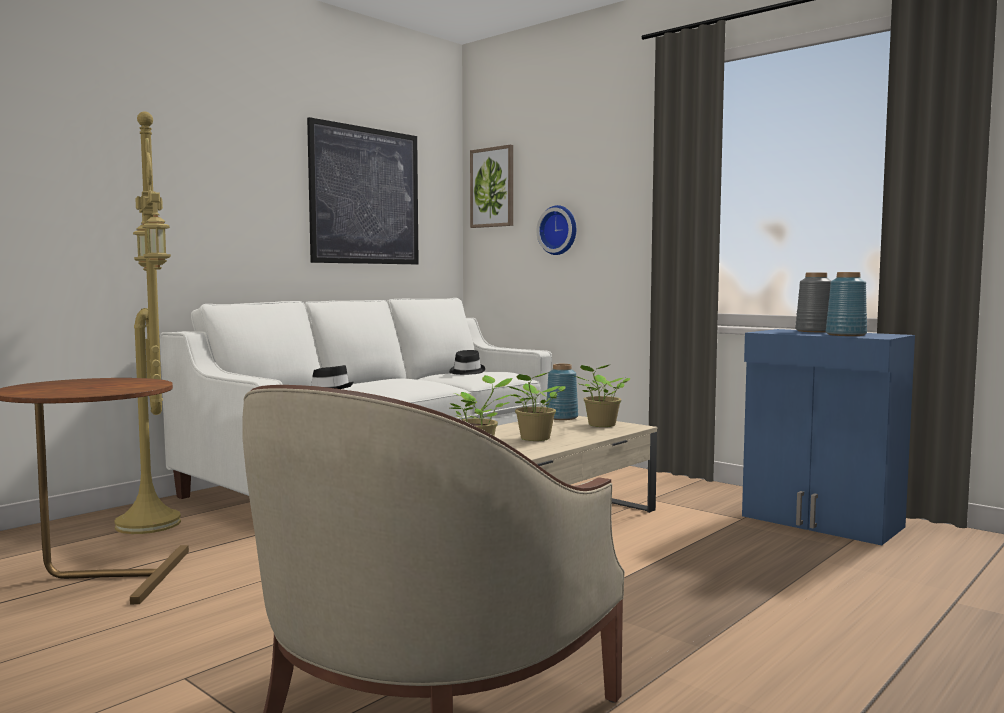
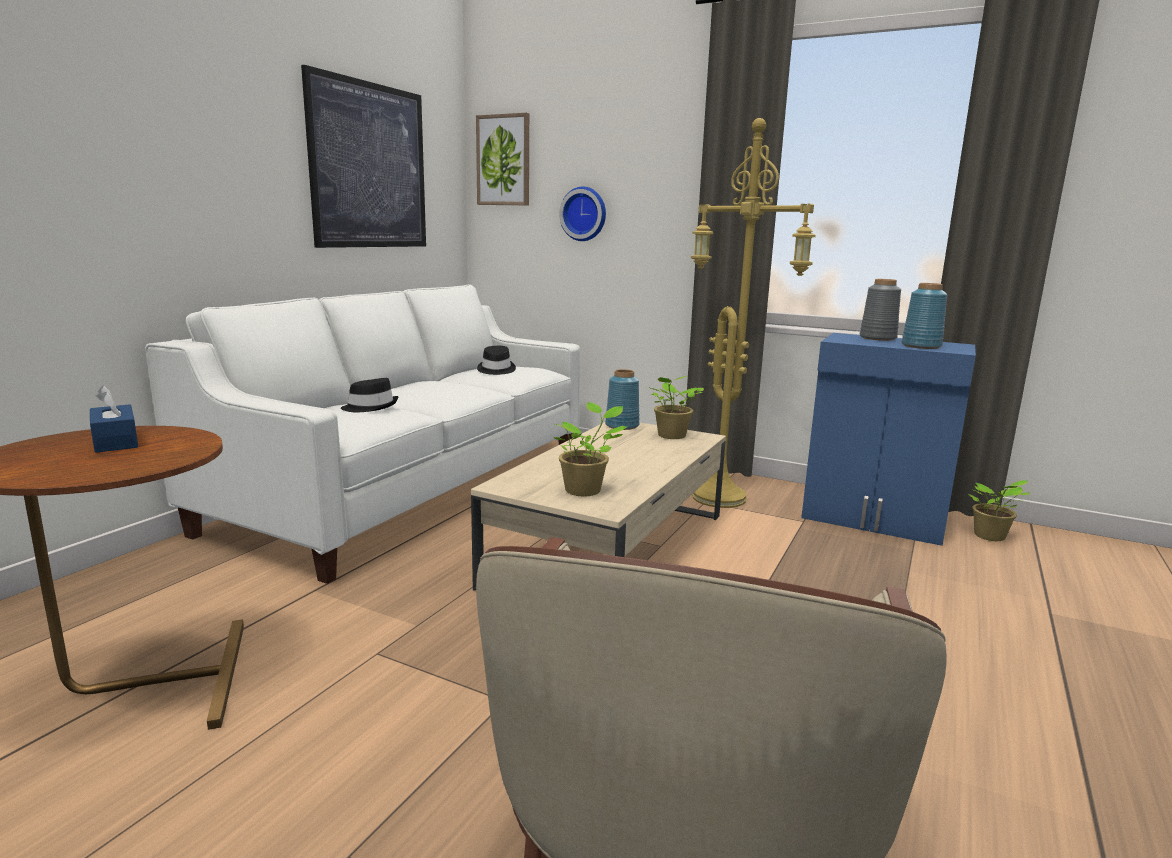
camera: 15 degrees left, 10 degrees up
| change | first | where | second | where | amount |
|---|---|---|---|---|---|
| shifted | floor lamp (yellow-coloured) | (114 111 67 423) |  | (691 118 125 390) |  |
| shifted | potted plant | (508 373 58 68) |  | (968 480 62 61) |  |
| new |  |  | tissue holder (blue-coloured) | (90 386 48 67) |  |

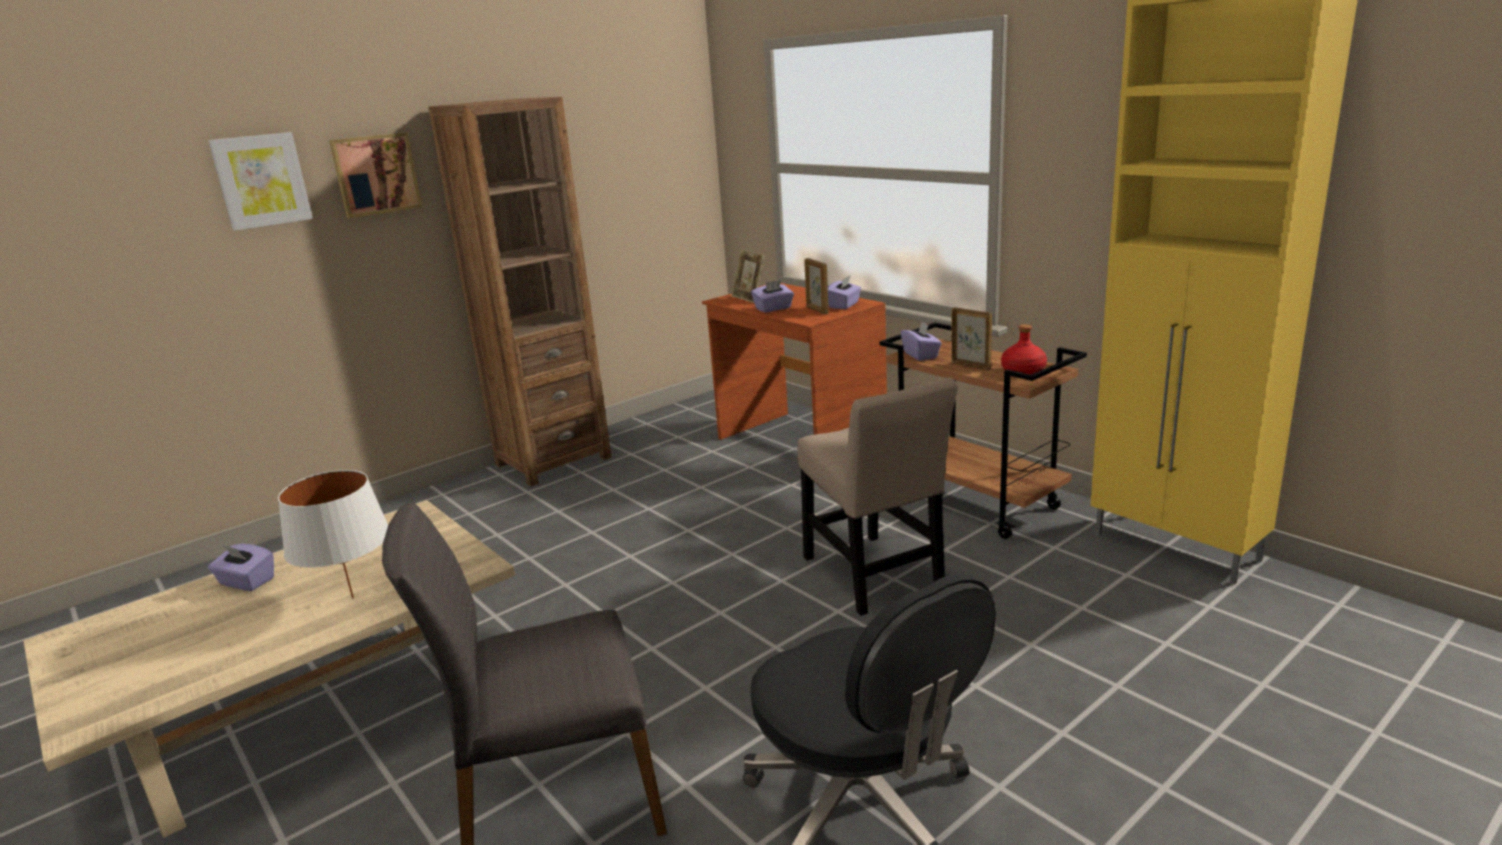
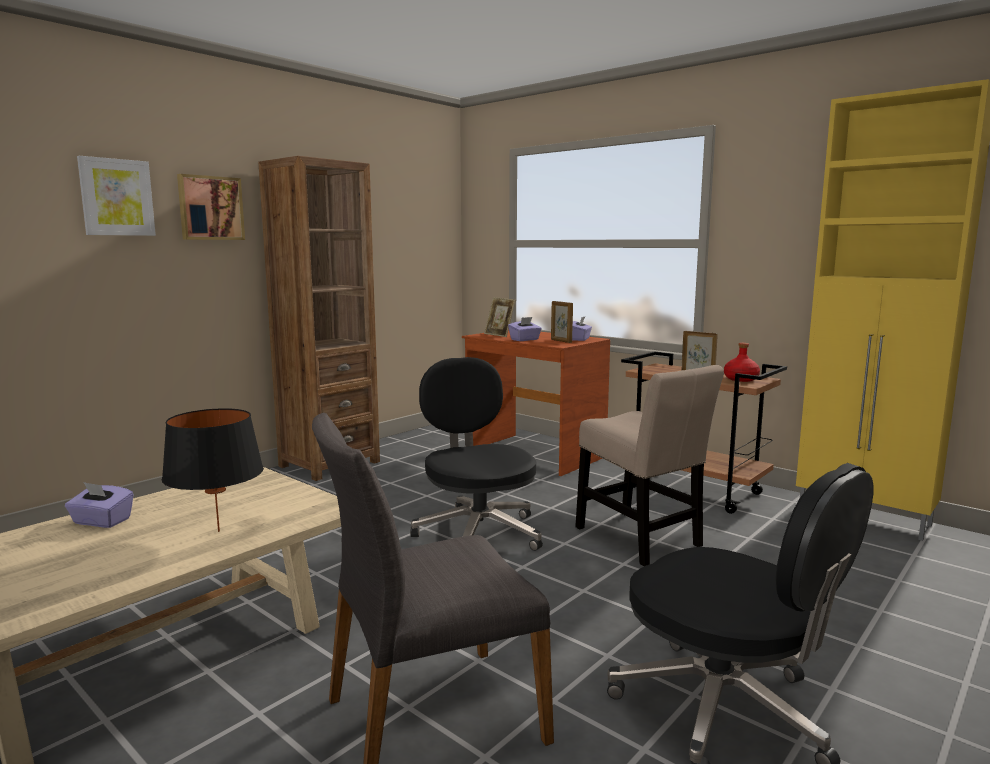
camera: 10 degrees left, 10 degrees down
| change | first | where | second | where | amount |
|---|---|---|---|---|---|
| repainted | table lamp (white) | (278 470 110 129) | table lamp (black-coloured) | (162 408 102 124) |  |
| gone | tissue holder (purple) | (901 322 41 39) |  |  |  |
| new |  |  | desk chair (black-coloured) | (410 357 133 194) |  |

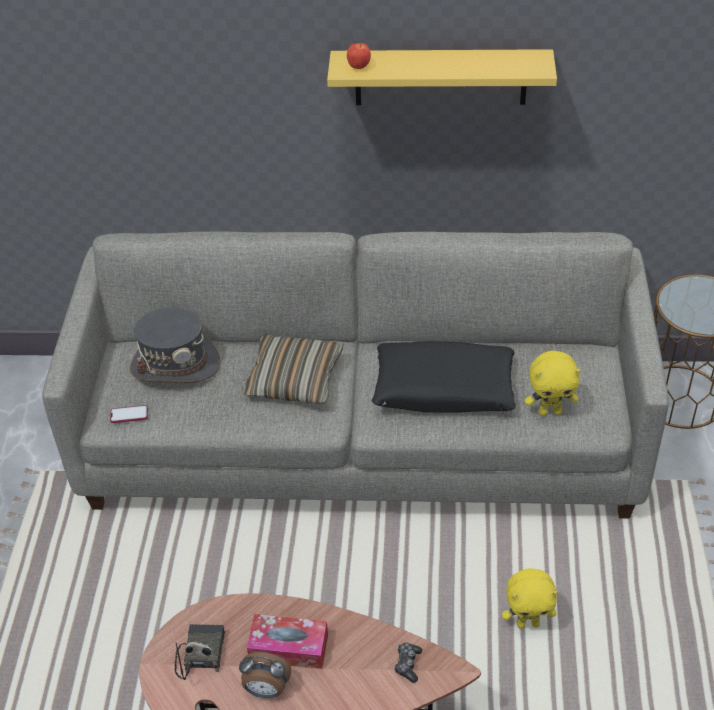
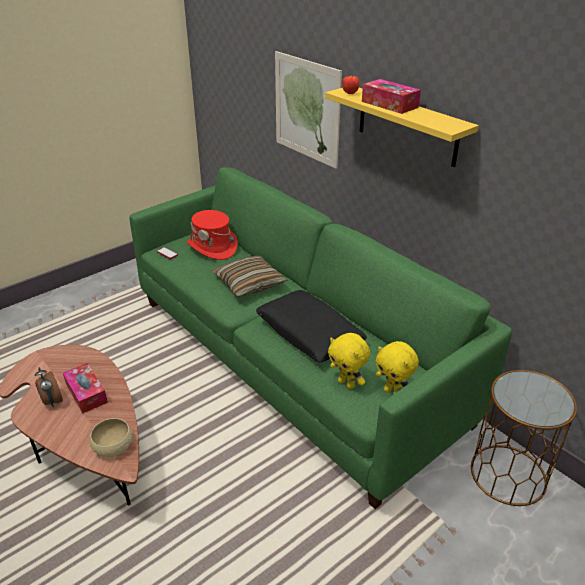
camera: 45 degrees right, 10 degrees down
| change | first | where | second | where | amount |
|---|---|---|---|---|---|
| repainted | settee (grey) | (42 232 626 287) | settee (greenish) | (130 167 382 342) |  |
| repainted | wearable hat (grey) | (130 308 90 75) | wearable hat (red-coloured) | (187 210 51 50) |  |
| gone | radio | (174 624 51 56) |  |  |  |
| swapped | gamepad | (394 643 28 40) | serving bowl (beige) | (90 418 43 39) |  |
| shifted | cuddly toy (yellow-coloured) | (502 568 56 61) |  | (376 341 43 53) |  |
| new |  |  | wall art | (275 51 67 118) |  |
| new |  |  | tissue holder | (362 79 59 35) |  |

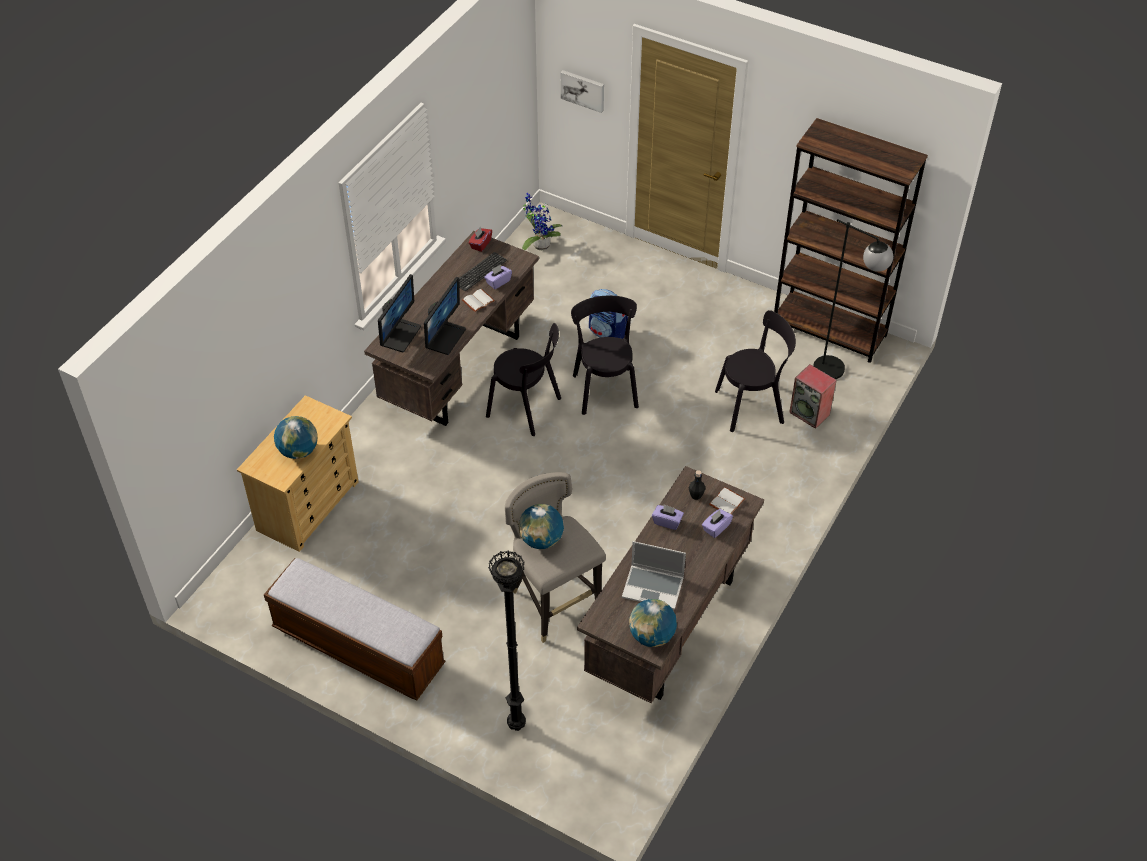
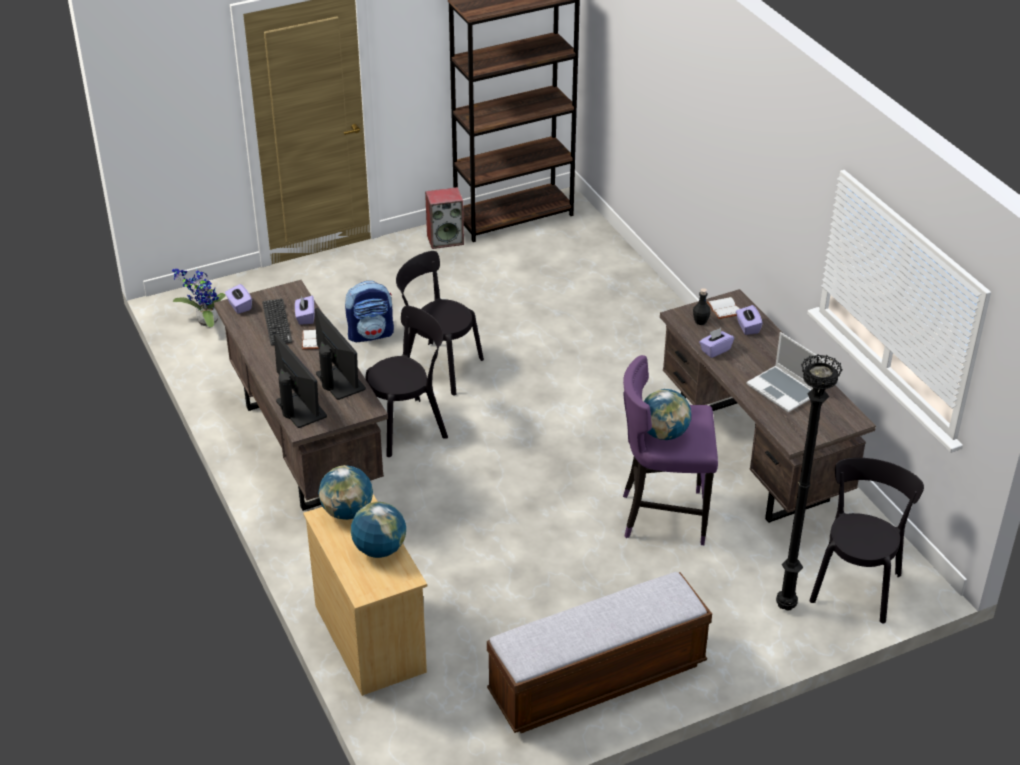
camera: 55 degrees left, 10 degrees down
| change | first | where | second | where | amount |
|---|---|---|---|---|---|
| repainted | tissue holder (red-coloured) | (468 227 24 25) | tissue holder (purple) | (225 284 27 30) |  |
| repainted | stool seat (grey) | (505 472 101 171) | stool seat (purple) | (623 355 95 190) |  |
| gone | wall art | (561 70 43 43) |  |  |  |
| rotated | portable computer | (622 541 64 69) |  | (746 332 78 80) | 90 degrees clockwise |
| shifted | globe | (629 599 48 48) |  | (318 465 55 55) |  |
| shifted | upright chair (black-coloured) | (715 310 81 122) |  | (810 458 114 165) |  |
| shifted | audio speaker | (789 364 48 65) |  | (425 187 39 62) |  |
| gone | floor lamp (black-coloured) | (813 219 80 160) |  |  |  |

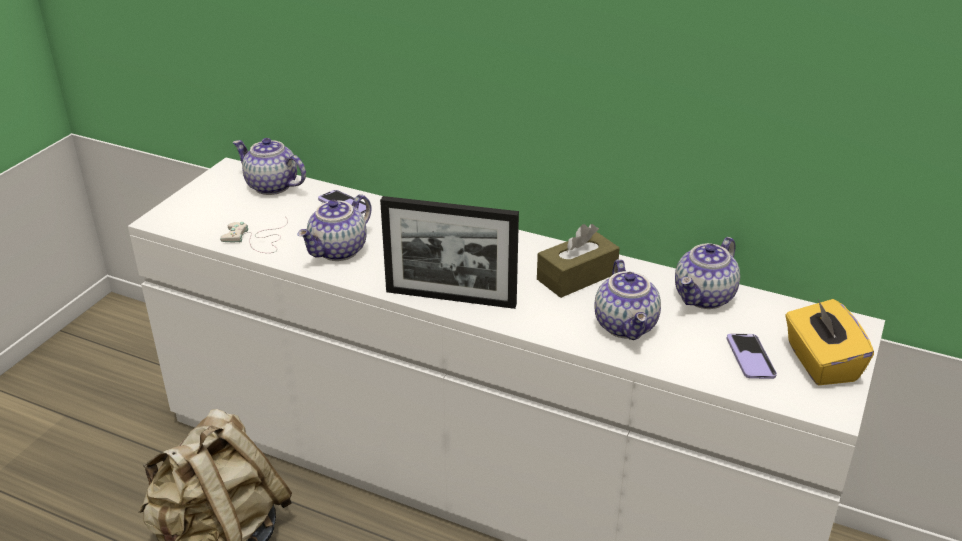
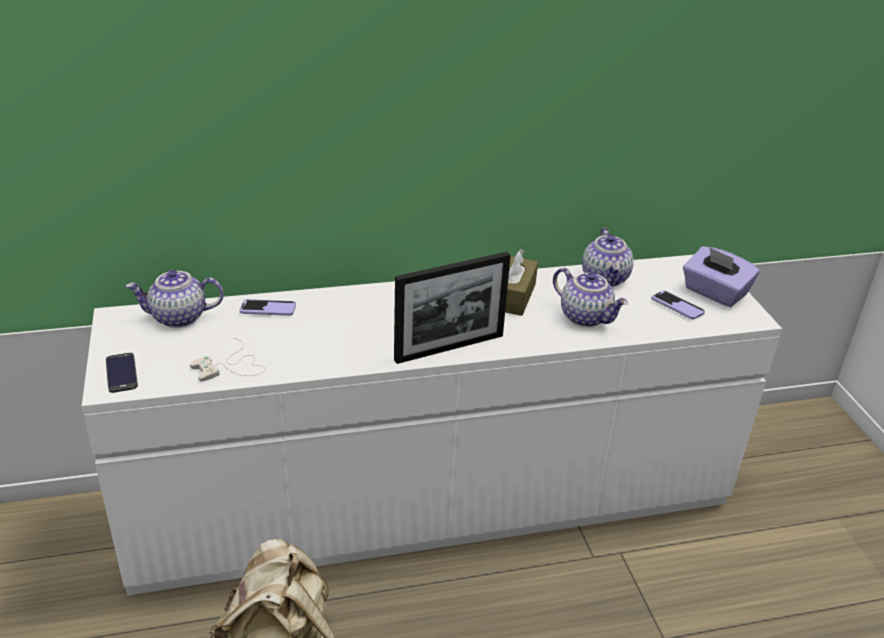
camera: 40 degrees left, 0 degrees up
| change | first | where | second | where | amount |
|---|---|---|---|---|---|
| gone | tea pot | (297 194 74 67) |  |  |  |
| repainted | tissue holder (yellow-coloured) | (785 299 89 87) | tissue holder (purple) | (683 246 77 61) |  |
| new |  |  | telephone | (106 353 32 40) |  |

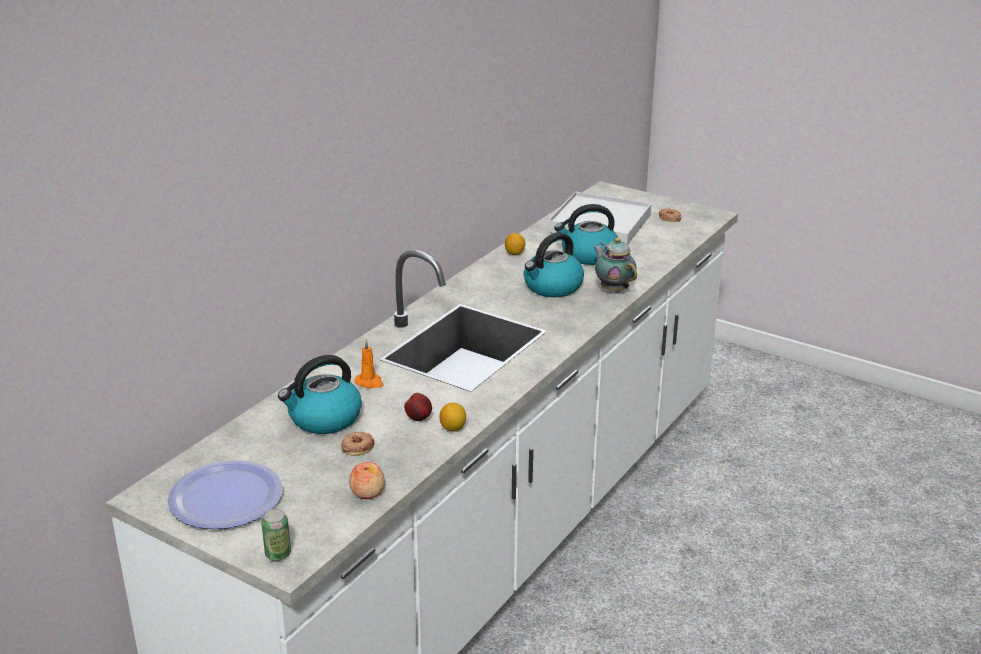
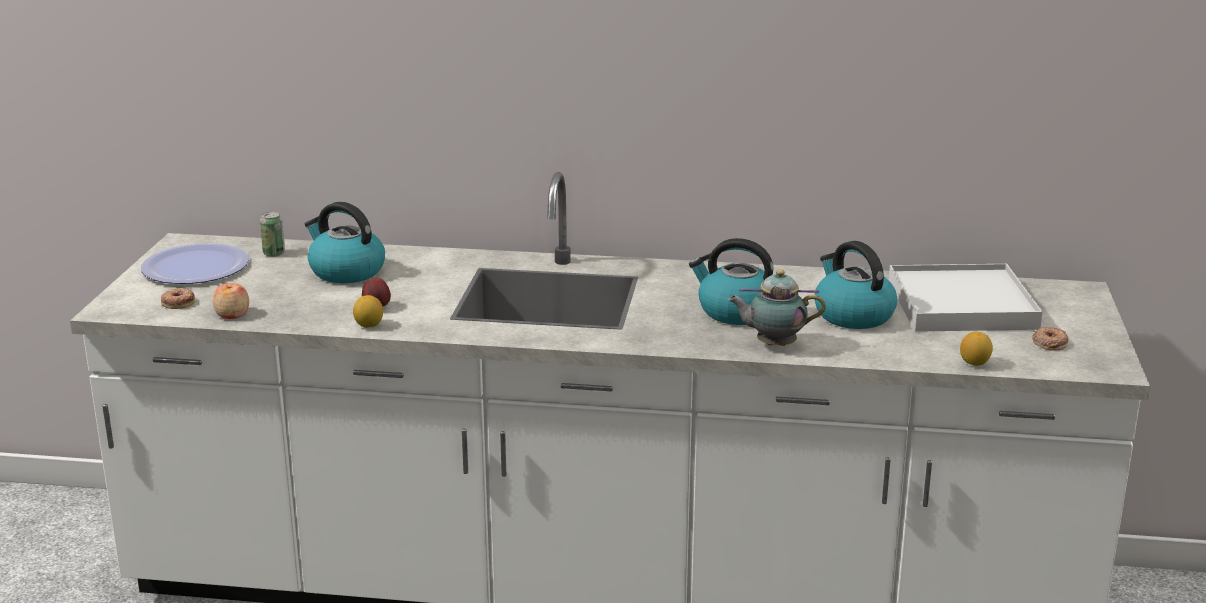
camera: 65 degrees right, 5 degrees down
| change | first | where | second | where | amount |
|---|---|---|---|---|---|
| shifted | can | (261 509 30 52) |  | (260 212 25 45) |  |
| shifted | donut | (341 432 33 24) |  | (161 288 34 21) |  |
| gone | candle (orange-coloured) | (354 339 30 49) |  |  |  |
| shifted | lemon | (505 233 20 22) |  | (960 332 33 34) |  |
| rotated | tea pot | (594 238 43 55) |  | (728 270 97 76) | 120 degrees counterclockwise |

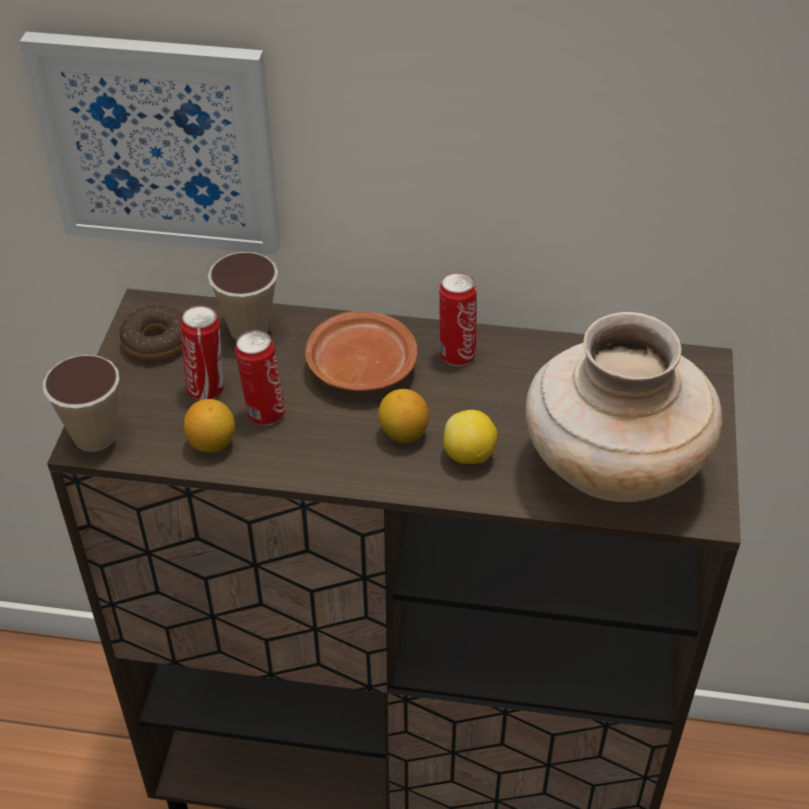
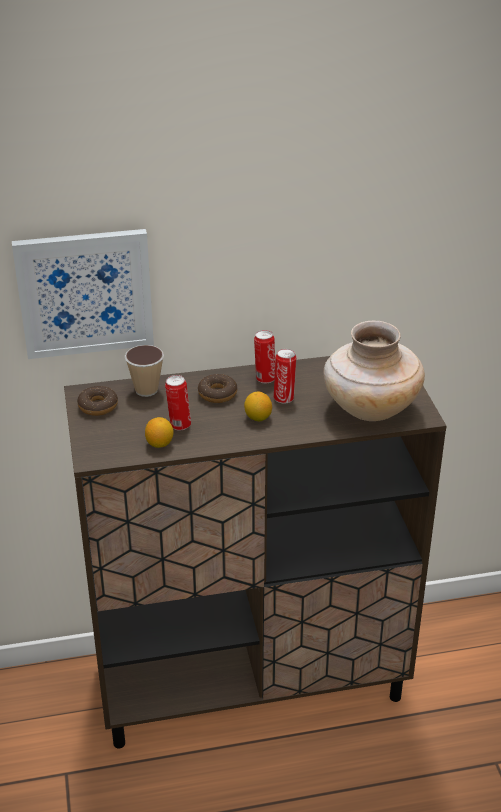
camera: 20 degrees left, 10 degrees down
| change | first | where | second | where | amount |
|---|---|---|---|---|---|
| gone | drinking cup | (43 355 76 97) |  |  |  |
| shifted | can | (180 306 43 94) |  | (274 349 22 55) |  |
| swapped | plate (brown-coloured) | (305 311 112 80) | donut | (198 374 39 29) |  |
| gone | lemon | (443 410 55 54) |  |  |  |

